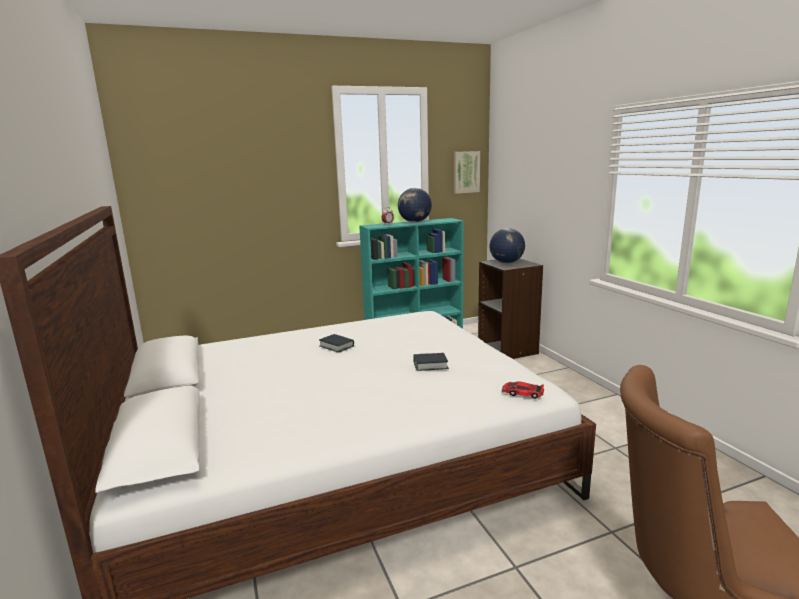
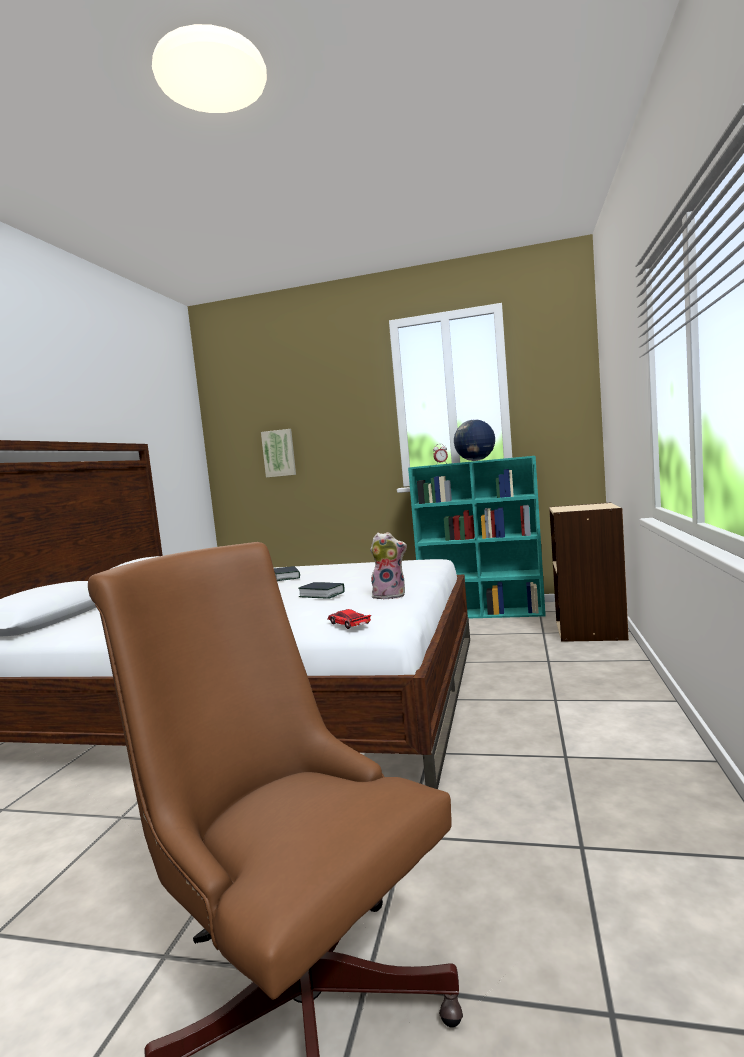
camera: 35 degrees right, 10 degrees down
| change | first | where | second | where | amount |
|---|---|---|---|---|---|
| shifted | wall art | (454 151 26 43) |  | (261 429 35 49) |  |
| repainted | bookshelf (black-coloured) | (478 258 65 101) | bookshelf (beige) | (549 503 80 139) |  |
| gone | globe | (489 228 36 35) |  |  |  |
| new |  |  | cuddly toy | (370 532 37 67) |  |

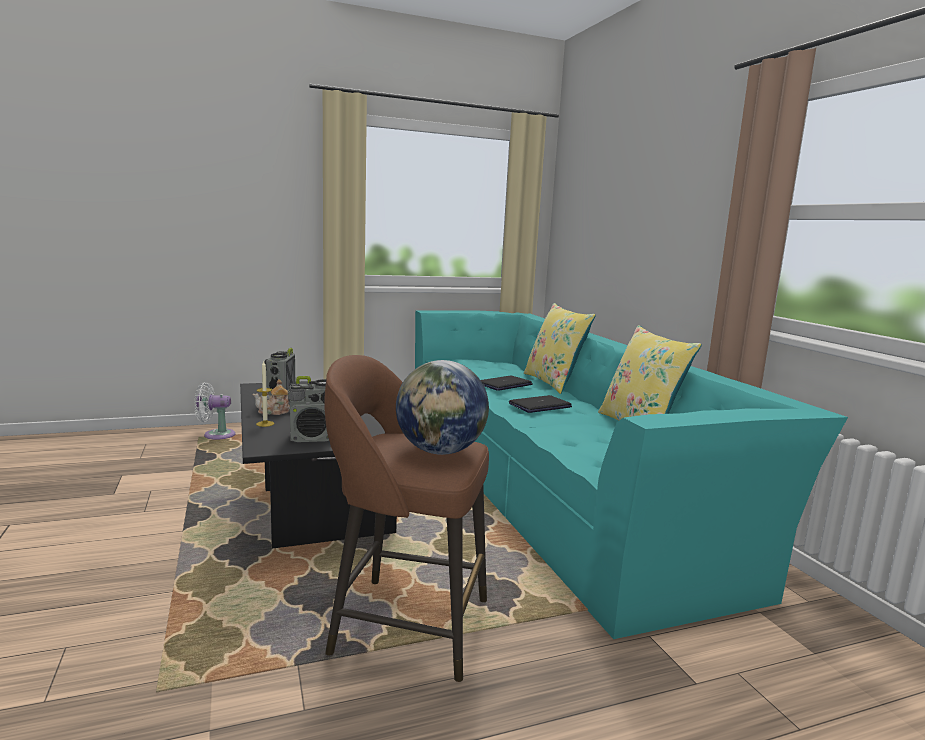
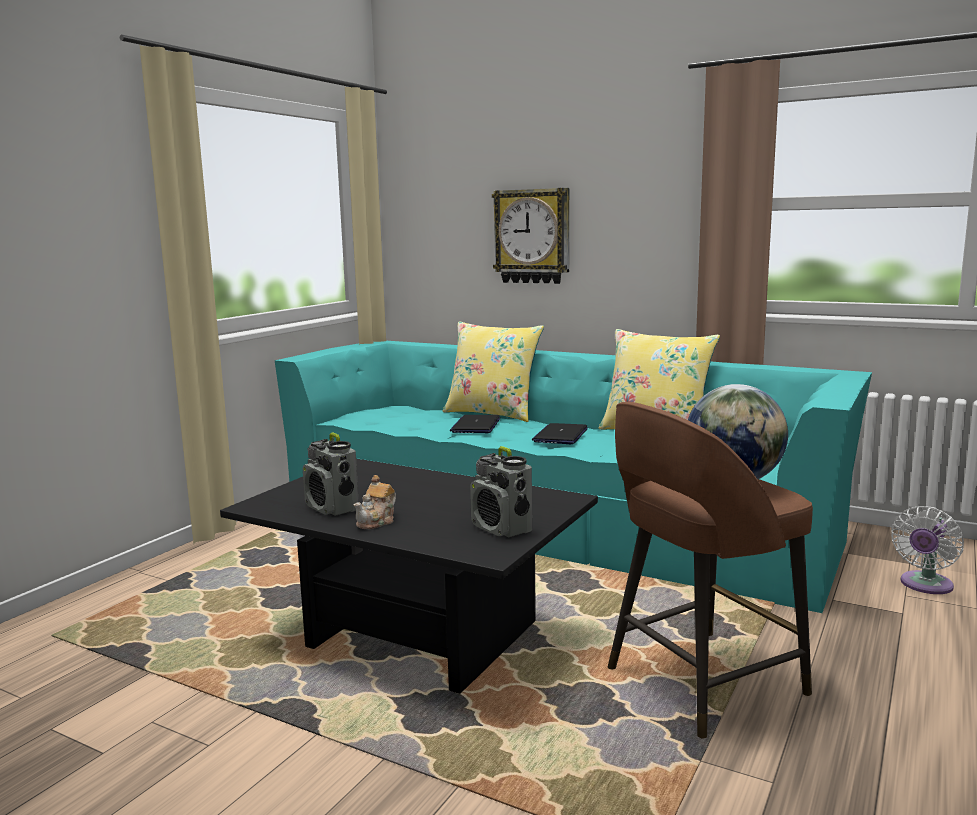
camera: 40 degrees left, 0 degrees up
| change | first | where | second | where | amount |
|---|---|---|---|---|---|
| shifted | electric fan (white) | (194 382 42 58) |  | (891 506 73 88) |  |
| gone | candle | (256 361 18 66) |  |  |  |
| rotated | radio | (288 376 41 66) |  | (470 446 62 91) | 105 degrees clockwise |
| new |  |  | wall clock | (492 188 77 96) |  |

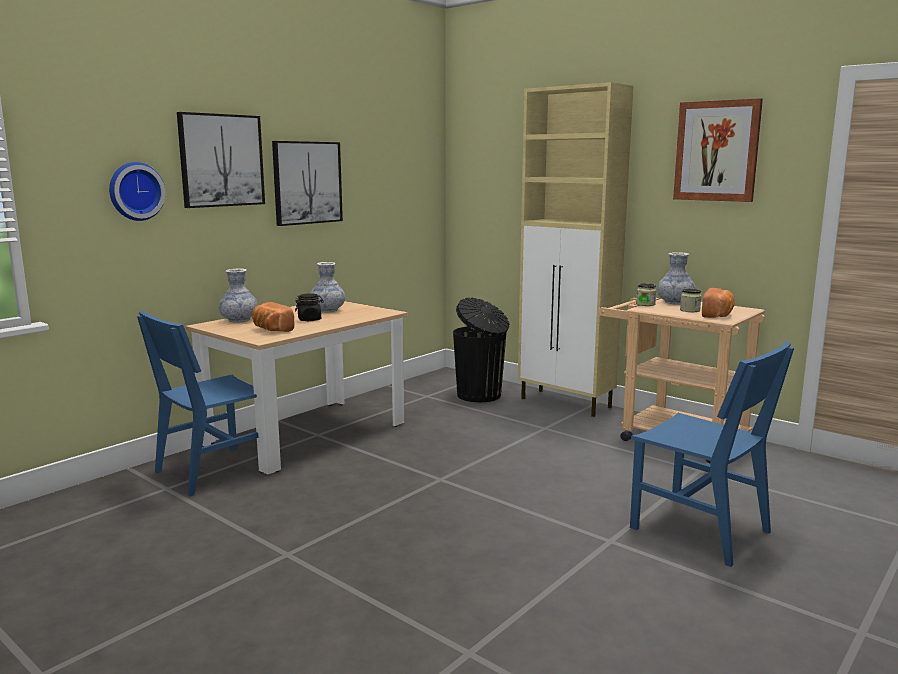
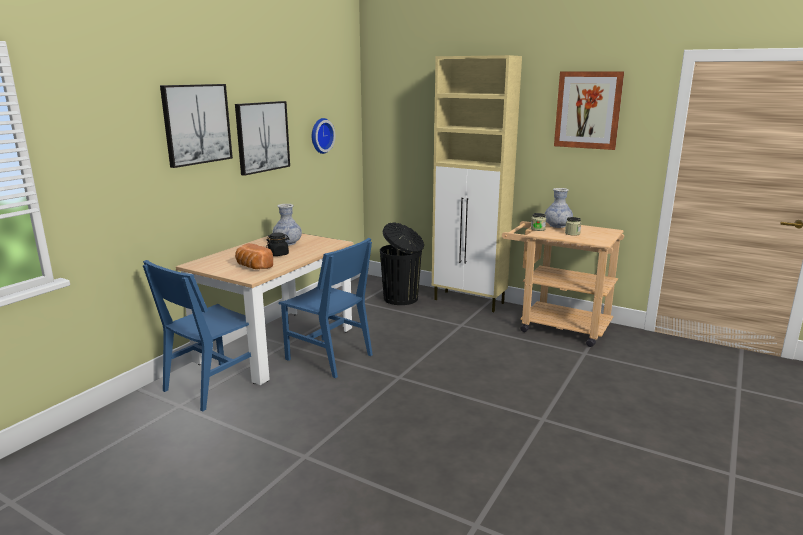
camera: 10 degrees left, 5 degrees up
| change | first | where | second | where | amount |
|---|---|---|---|---|---|
| shifted | wall clock | (109 162 57 59) |  | (312 118 23 36) |  |
| gone | flower vase | (219 269 39 54) |  |  |  |
| shifted | upright chair (blue-coloured) | (630 341 164 226) |  | (279 238 94 140) |  |
| gone | baked bread | (702 288 33 30) |  |  |  |

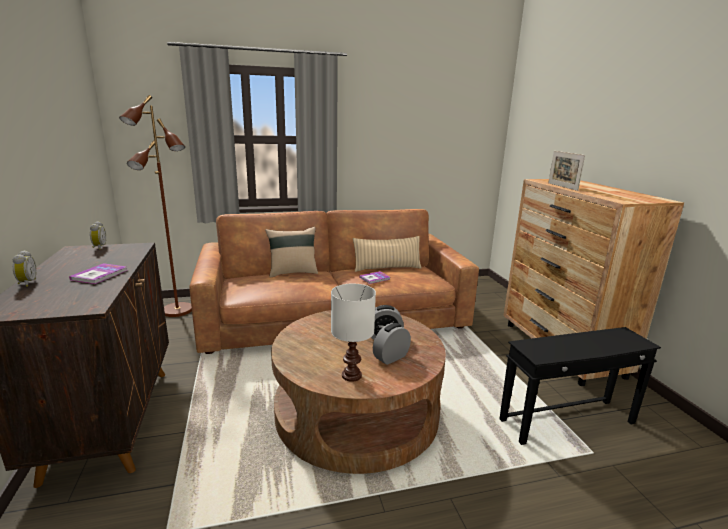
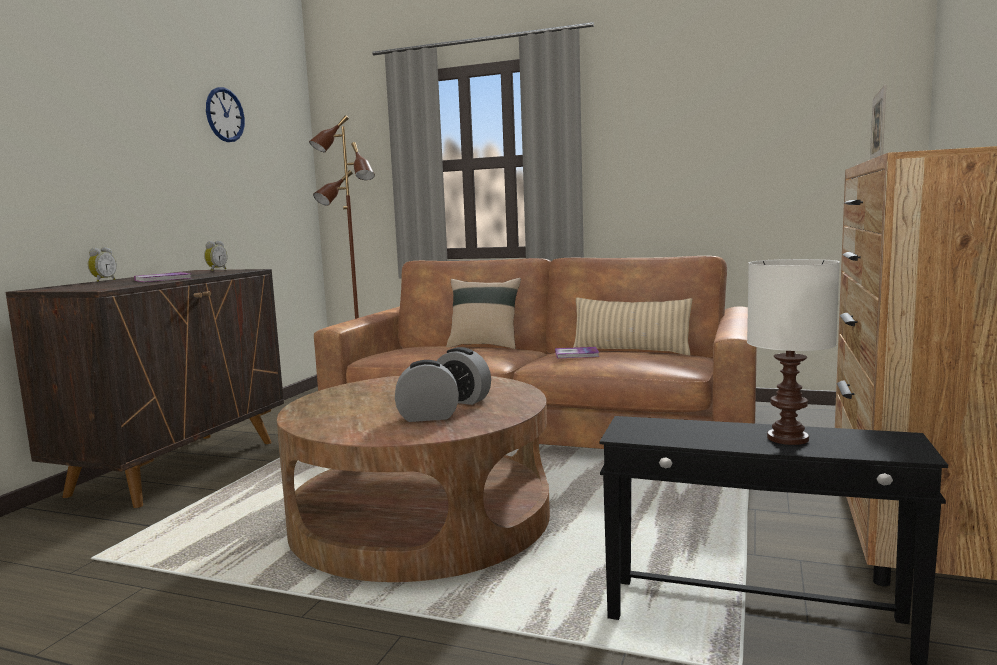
camera: 35 degrees right, 10 degrees down
| change | first | where | second | where | amount |
|---|---|---|---|---|---|
| shifted | table lamp (white) | (331 284 45 98) |  | (747 259 93 186) |  |
| new |  |  | wall clock | (206 87 39 55) |  |

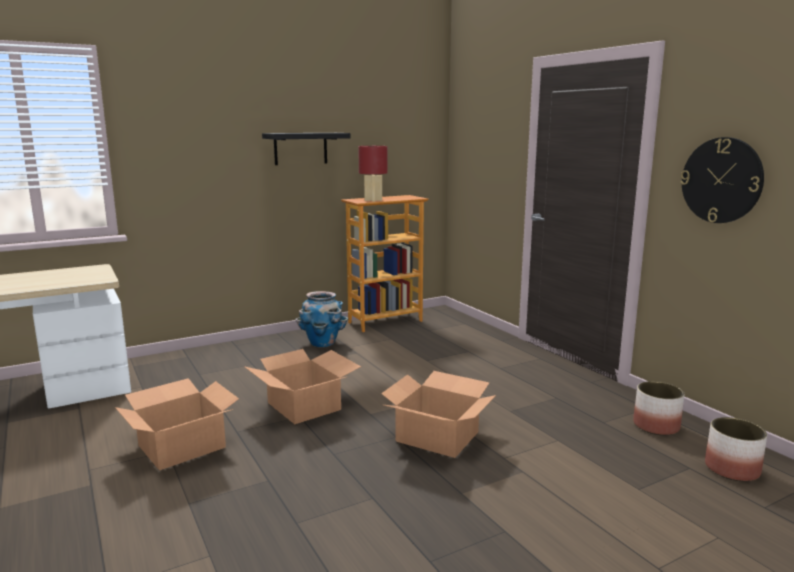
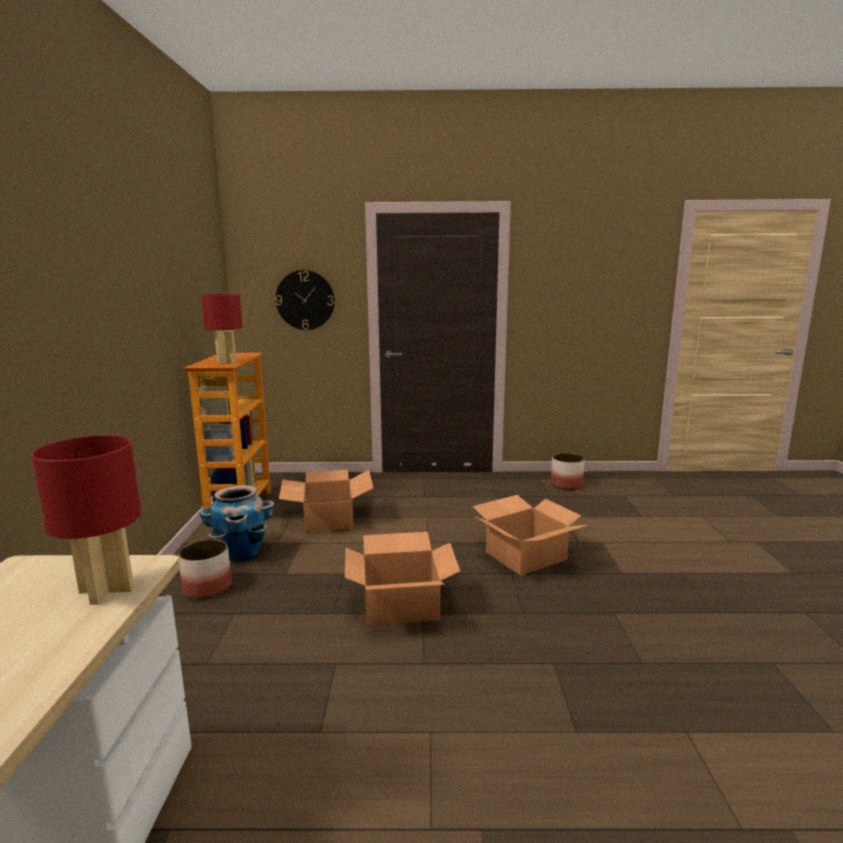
camera: 60 degrees left, 0 degrees up
| change | first | where | second | where | amount |
|---|---|---|---|---|---|
| shifted | cardboard box | (115 378 124 92) |  | (279 470 94 62) |  |
| gone | bracket shelf (black-coloured) | (262 133 89 32) |  |  |  |
| shifted | wall clock | (680 137 84 86) |  | (275 270 60 60) |  |
| shifted | flower pot | (705 417 62 64) |  | (178 539 54 60) |  |
| new |  |  | table lamp (red-coloured) | (32 435 109 170) |  |

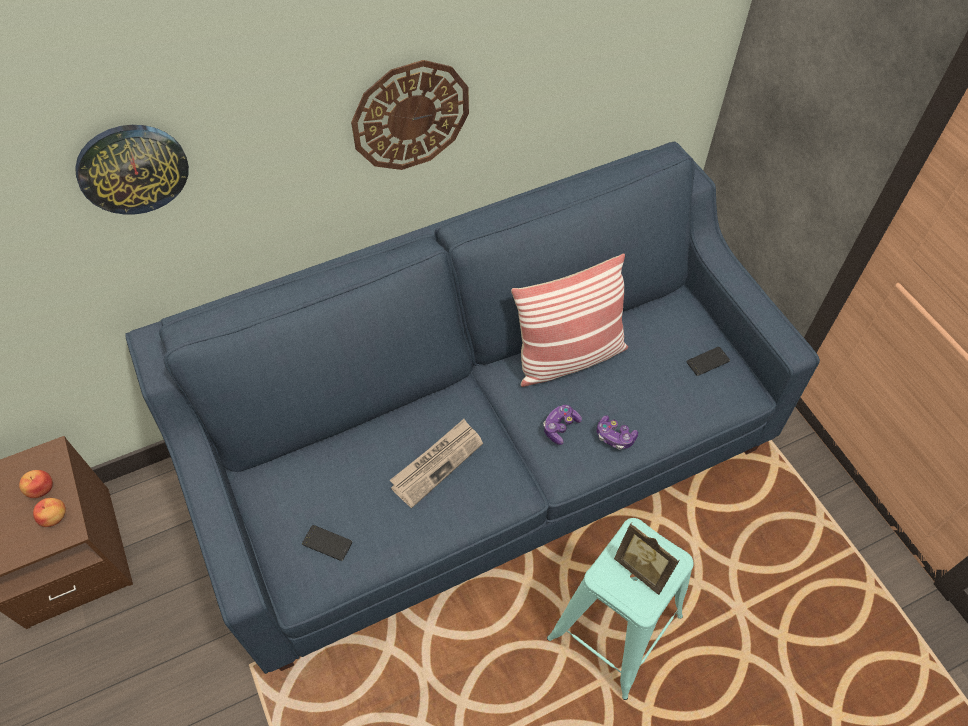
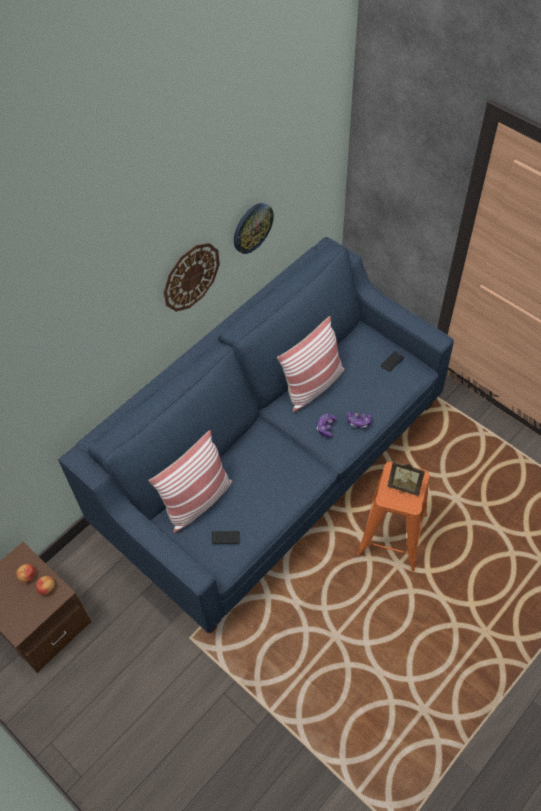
camera: 20 degrees left, 0 degrees up
| change | first | where | second | where | amount |
|---|---|---|---|---|---|
| shifted | wall clock | (75 125 114 89) |  | (234 203 40 51) |  |
| gone | daily paper | (390 419 93 89) |  |  |  |
| repainted | stool seat (blue-green) | (547 518 147 182) | stool seat (orange-coloured) | (356 462 74 109) |  |
| new |  |  | pillow | (149 430 84 103) |  |

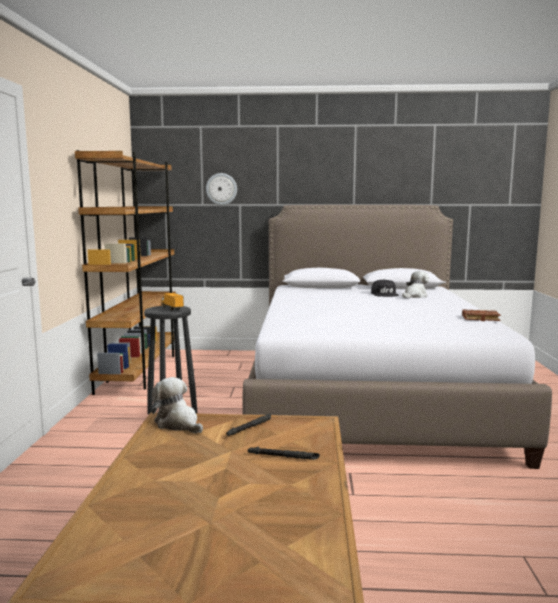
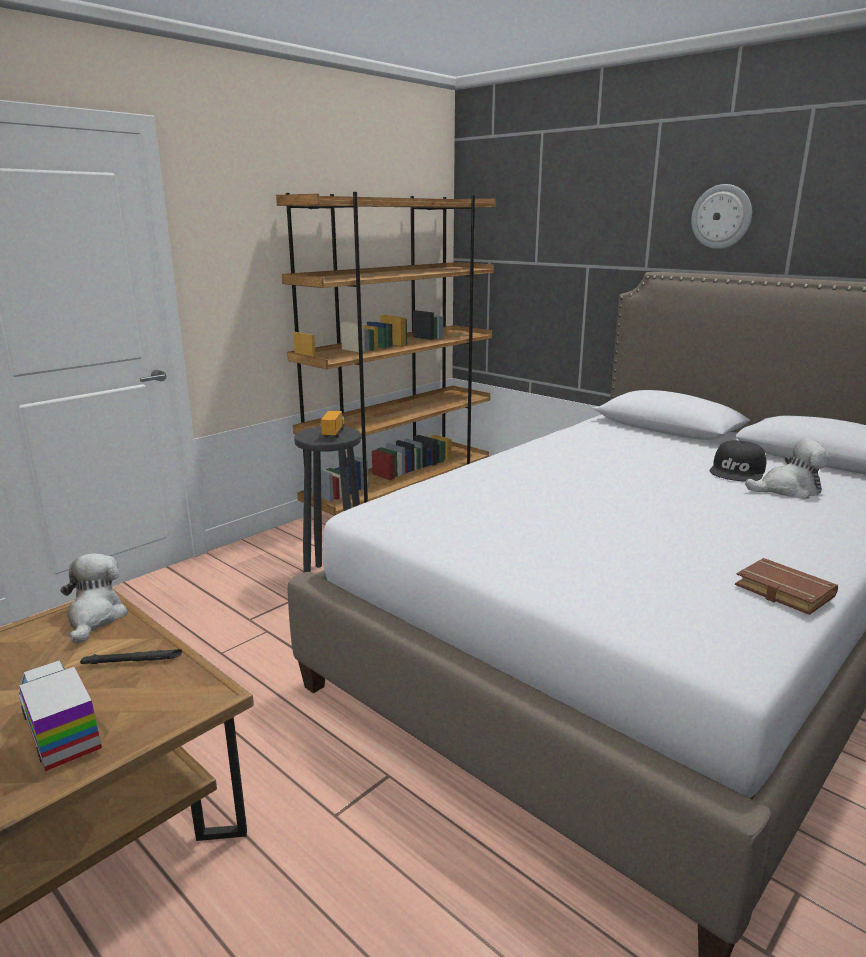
camera: 40 degrees right, 10 degrees up
| change | first | where | second | where | amount |
|---|---|---|---|---|---|
| shifted | wall clock | (206 173 31 32) |  | (691 184 61 65) |  |
| swapped | flashlight (black-coloured) | (248 447 72 13) | model truck | (19 660 83 111) |  |

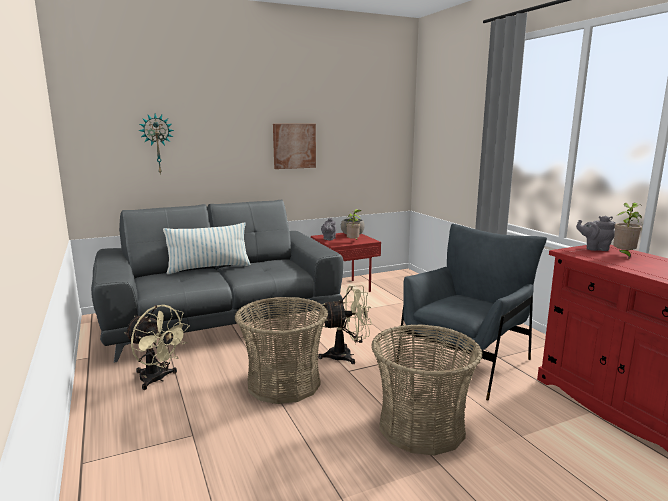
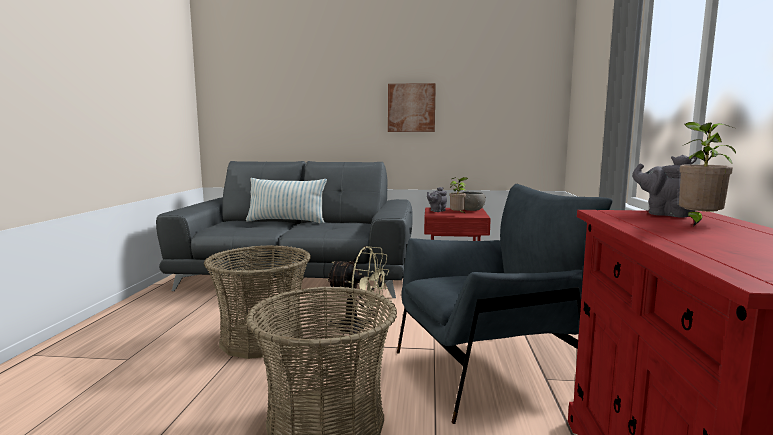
camera: 30 degrees right, 5 degrees down
| change | first | where | second | where | amount |
|---|---|---|---|---|---|
| gone | electric fan (beige) | (125 305 65 85) |  |  |  |
| gone | wall clock | (138 114 36 61) |  |  |  |

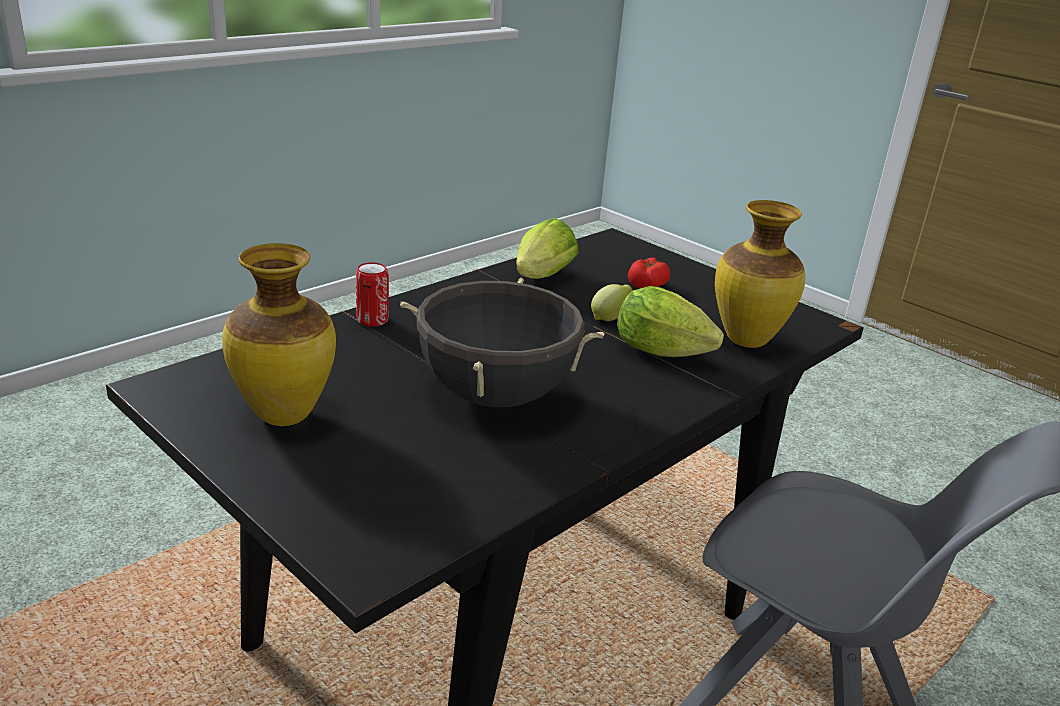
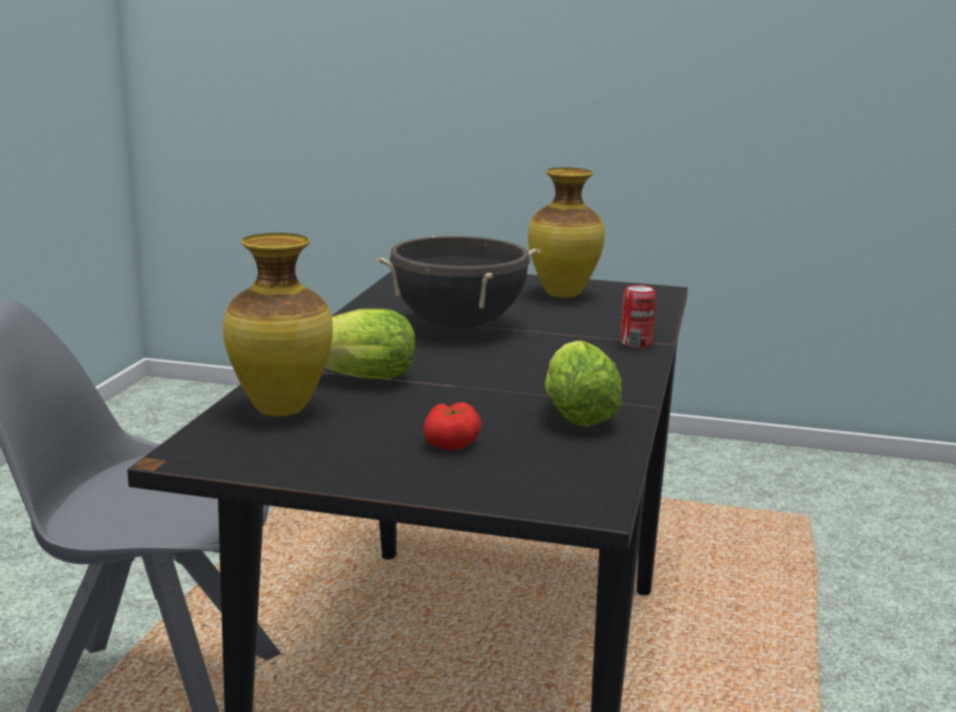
camera: 150 degrees right, 10 degrees down
| change | first | where | second | where | amount |
|---|---|---|---|---|---|
| gone | lemon | (591 284 41 37) |  |  |  |

